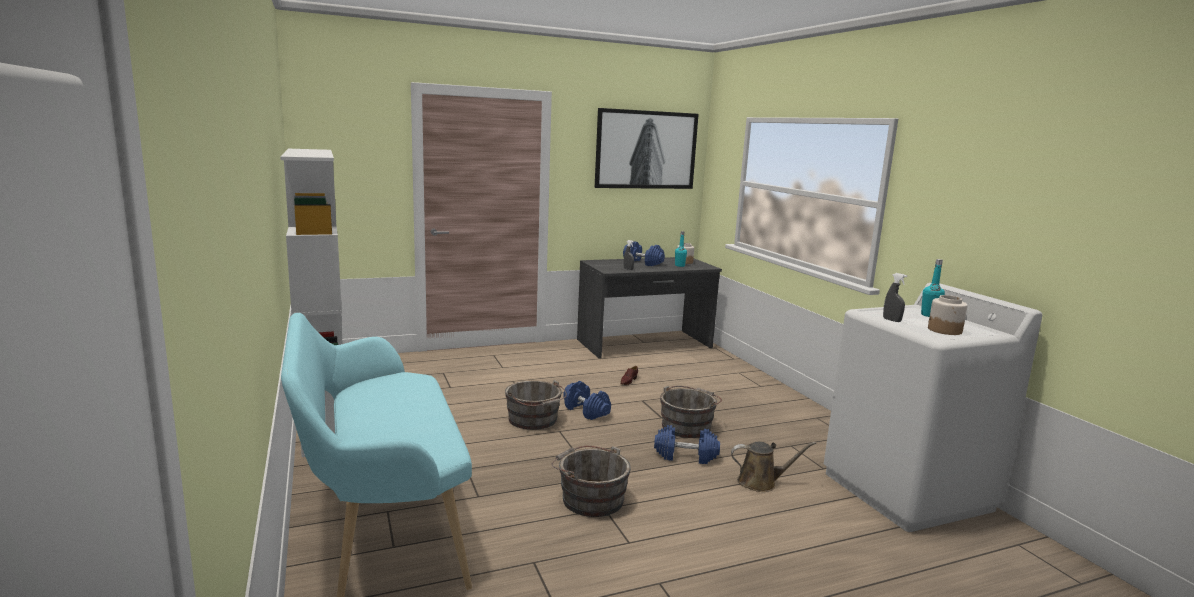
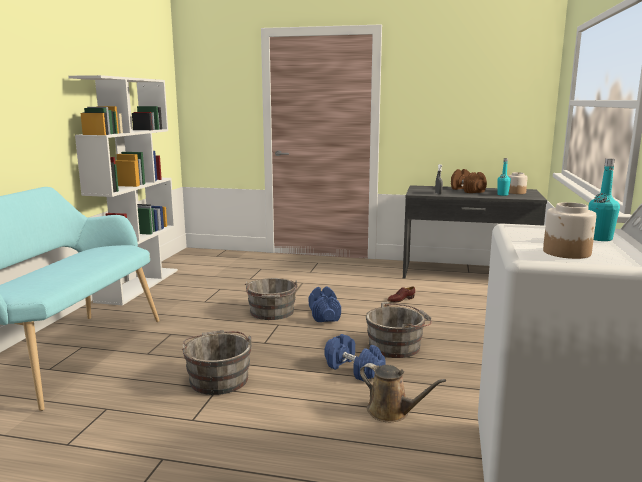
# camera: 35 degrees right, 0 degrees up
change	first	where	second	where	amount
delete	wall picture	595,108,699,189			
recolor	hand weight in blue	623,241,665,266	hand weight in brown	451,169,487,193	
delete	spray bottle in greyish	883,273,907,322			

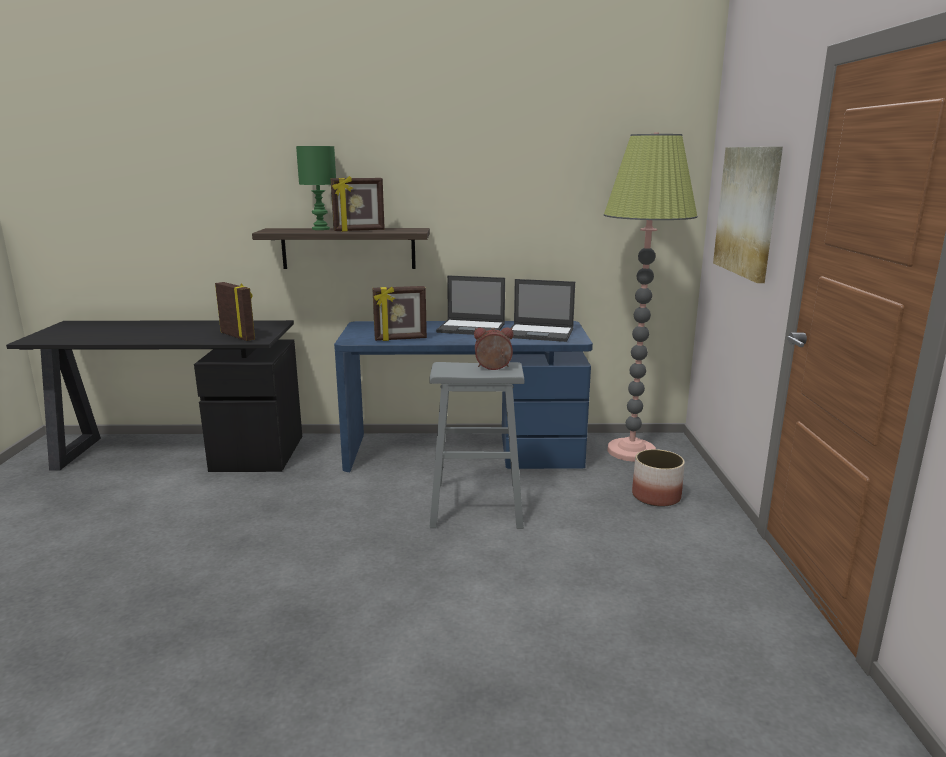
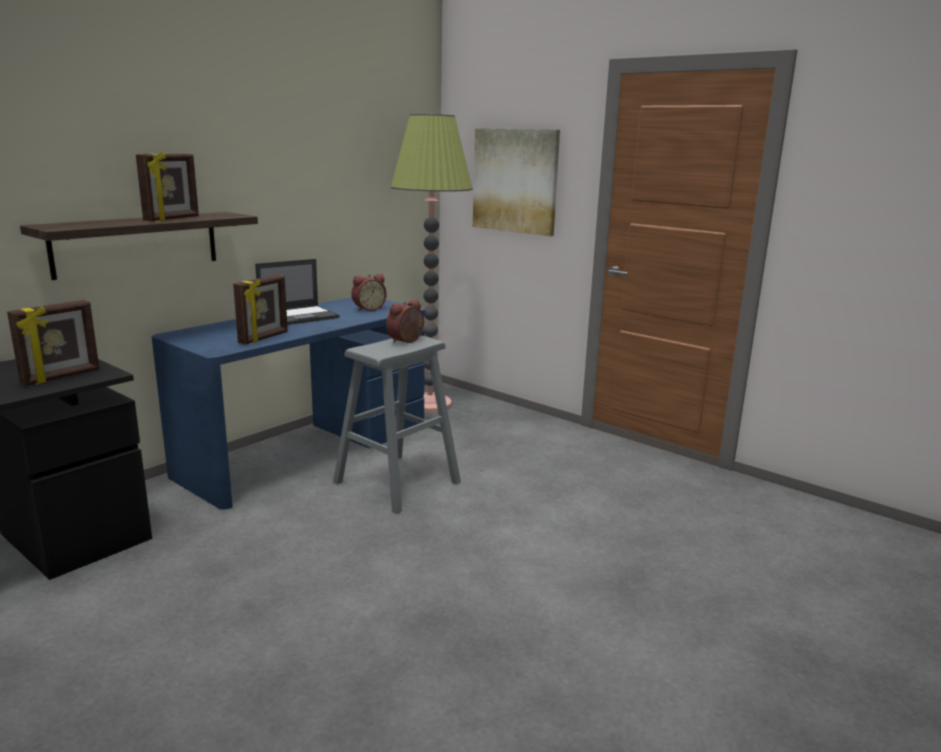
# camera: 50 degrees left, 0 degrees up
change	first	where	second	where	amount
delete	tabletop lamp in greenish	296,146,336,230			
replace	portable computer	511,279,575,342	alarm clock	351,274,387,311	
rotate	picture frame	215,282,255,341		7,300,99,386	135 degrees clockwise
delete	plant pot	632,449,685,507			

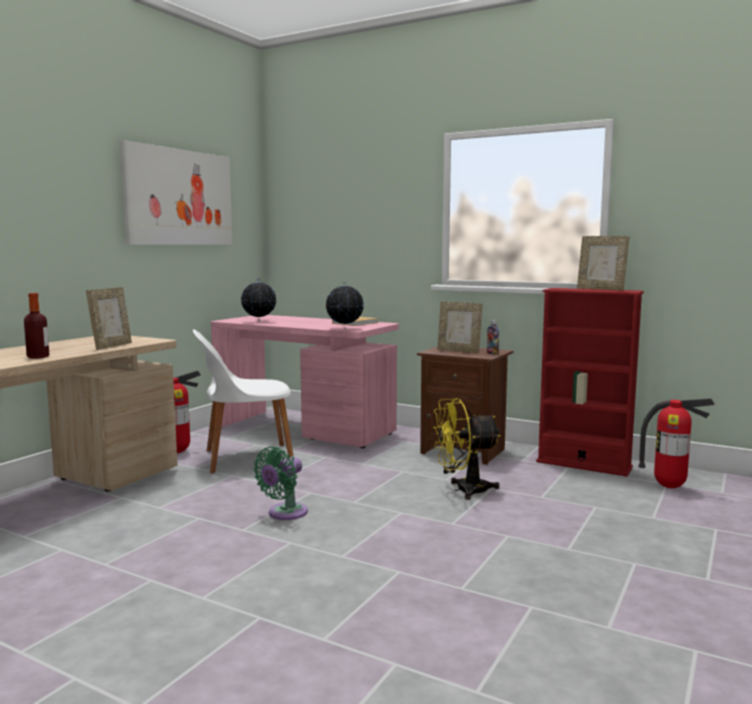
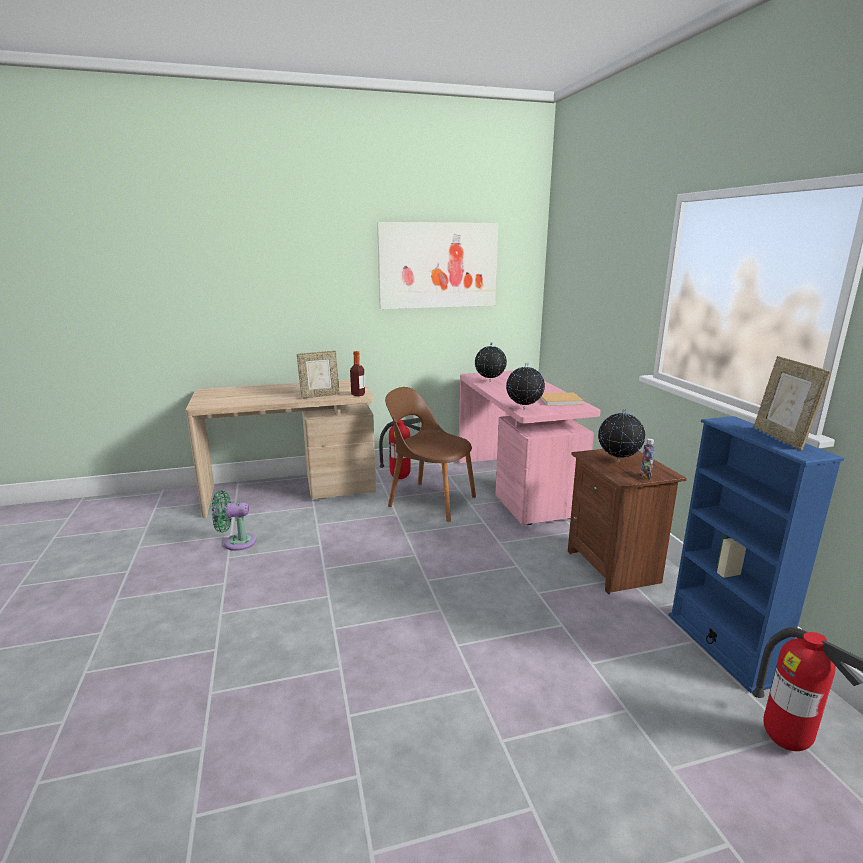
# camera: 45 degrees right, 10 degrees up
change	first	where	second	where	amount
recolor	bookshelf in red	536,288,644,476	bookshelf in blue	668,416,844,693	
move	drink bottle	24,293,49,358		350,351,365,396	
replace	picture frame	437,302,482,353	world globe	598,408,645,462	
recolor	upright chair in white-coloured	193,329,293,473	upright chair in brown	385,387,476,522	
delete	fan in yellow	433,398,501,500			
move	fan in greenish	253,447,308,520		212,490,256,551	

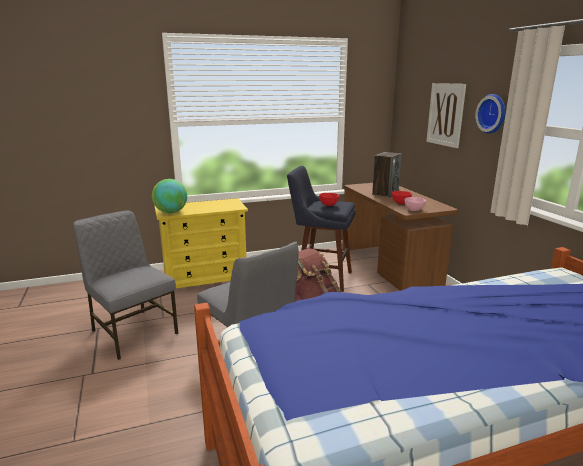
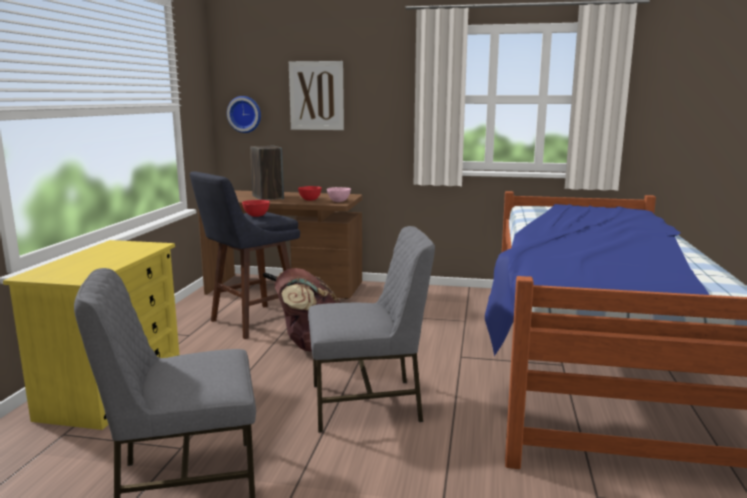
# camera: 60 degrees left, 5 degrees down
change	first	where	second	where	amount
move	wall clock	475,94,506,134		227,96,261,133	
delete	world globe	152,179,187,213			

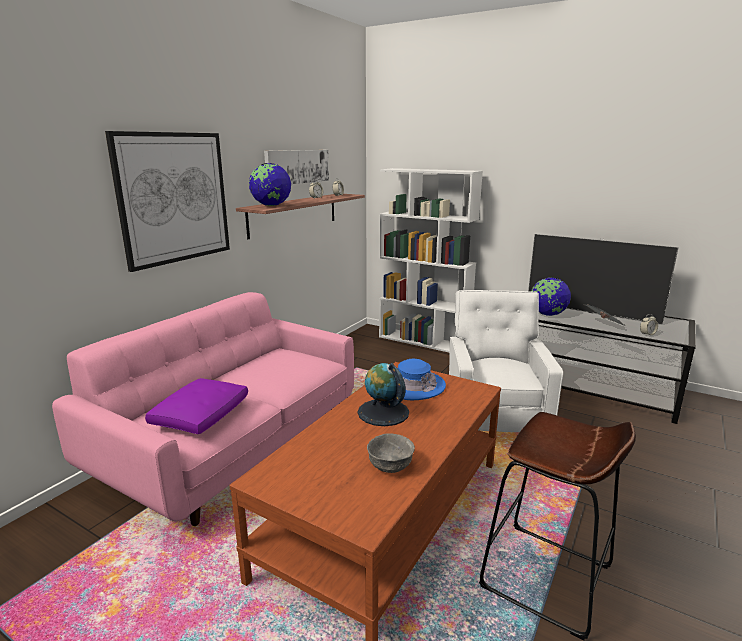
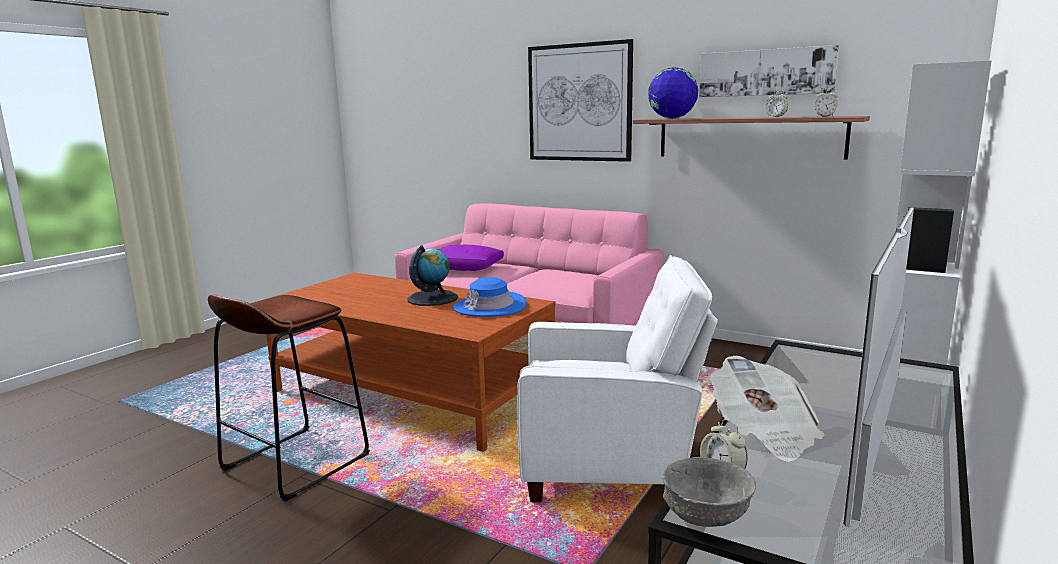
# camera: 90 degrees right, 5 degrees down
change	first	where	second	where	amount
delete	world globe	531,277,571,316			
move	serving bowl in greyish	367,434,415,473		662,457,756,527	

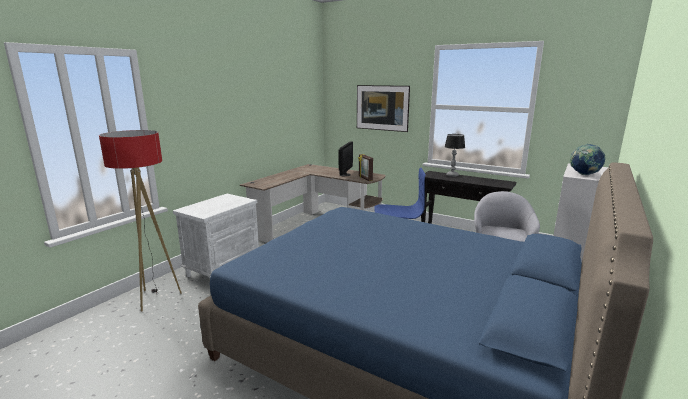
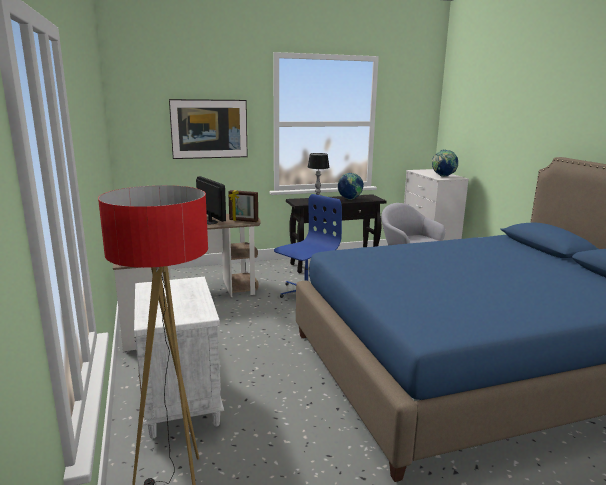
# camera: 50 degrees left, 0 degrees up
change	first	where	second	where	amount
insert			world globe	338,173,364,200	

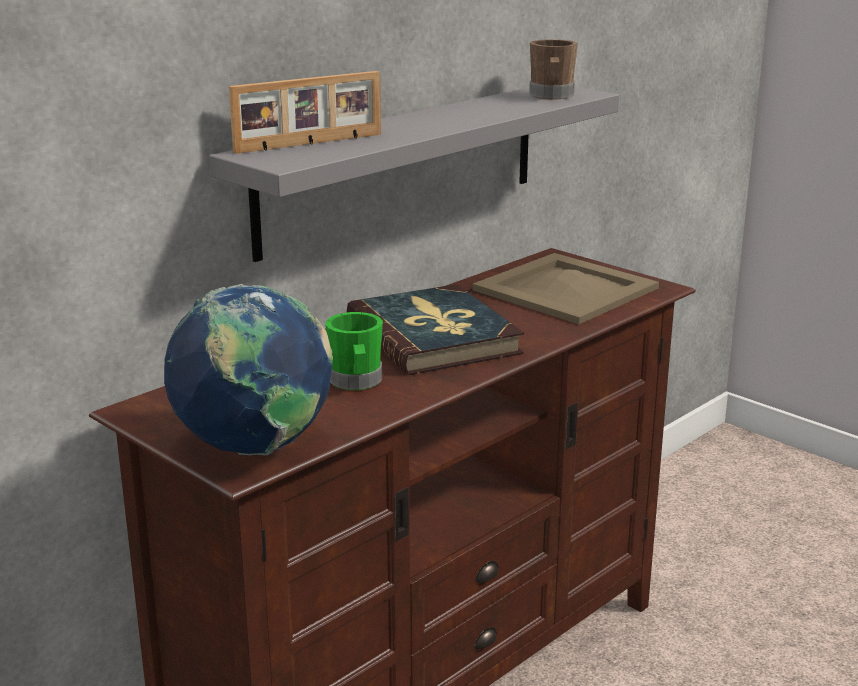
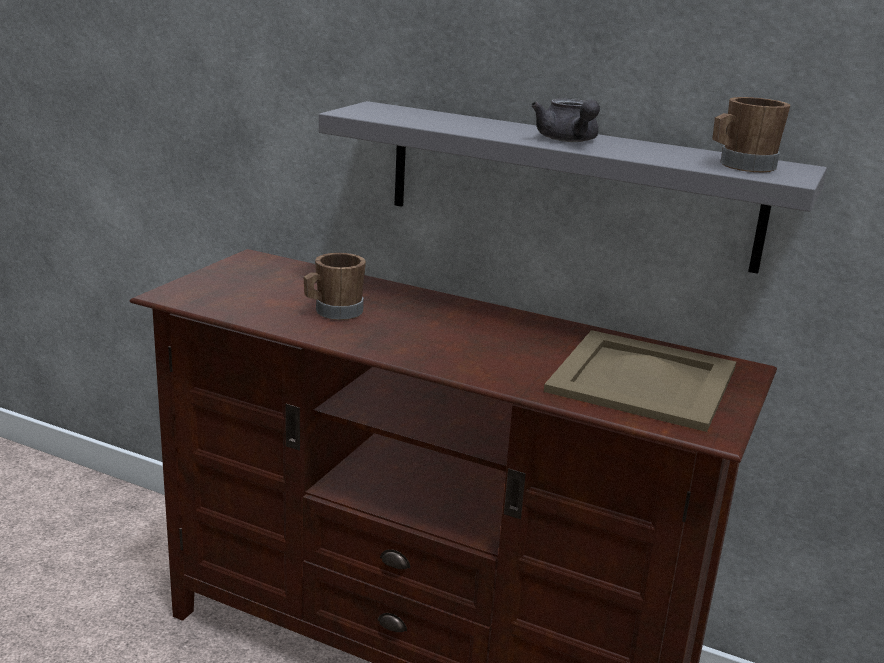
# camera: 70 degrees right, 0 degrees up
change	first	where	second	where	amount
delete	picture frame	229,71,381,154			
delete	world globe	164,284,333,456			
delete	volume	346,284,524,375			
recolor	coffee mug in greenish	325,312,383,390	coffee mug in brown	304,253,366,320	
insert			tea pot in greyish	531,98,600,142	

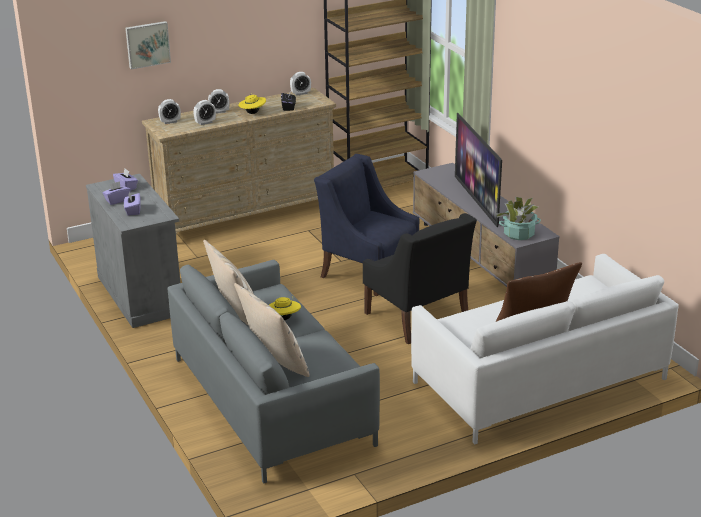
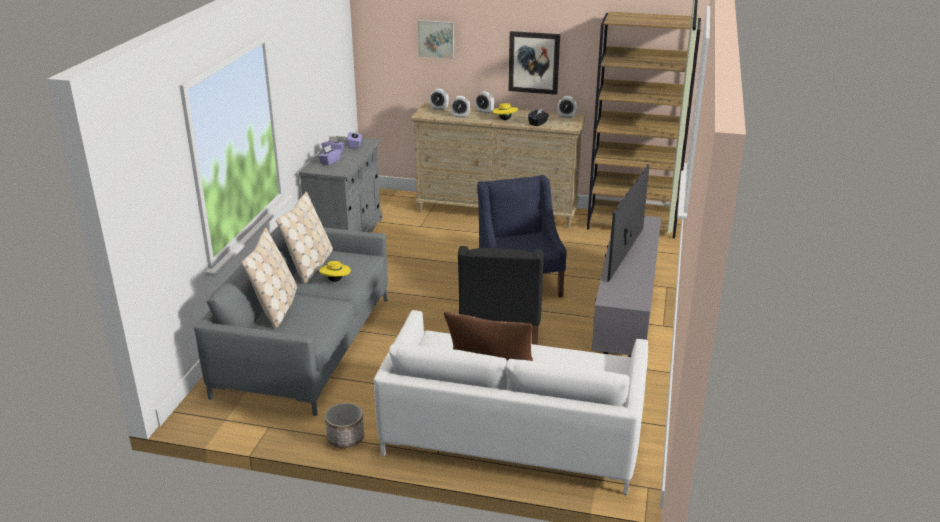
# camera: 40 degrees right, 0 degrees up
change	first	where	second	where	amount
delete	houseplant	496,197,541,240			
insert			wall picture	508,31,560,95	
insert			plant pot	325,403,364,448	

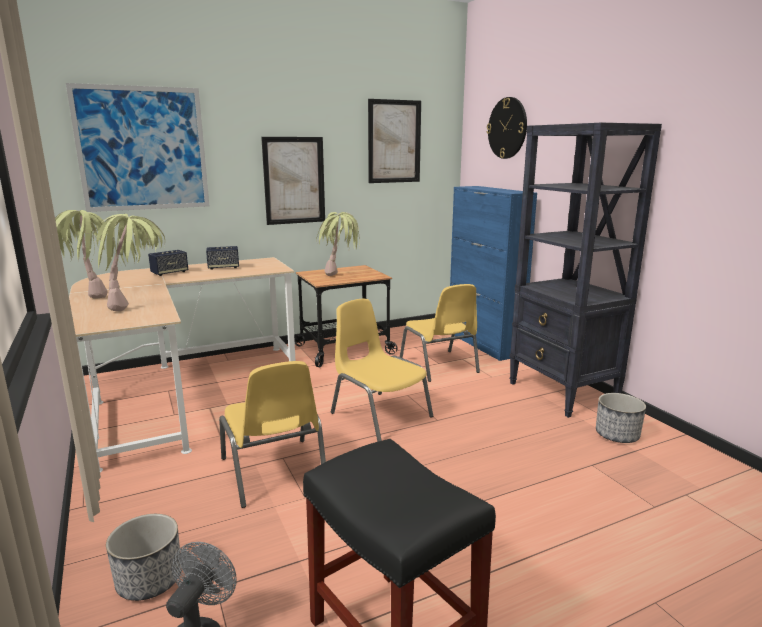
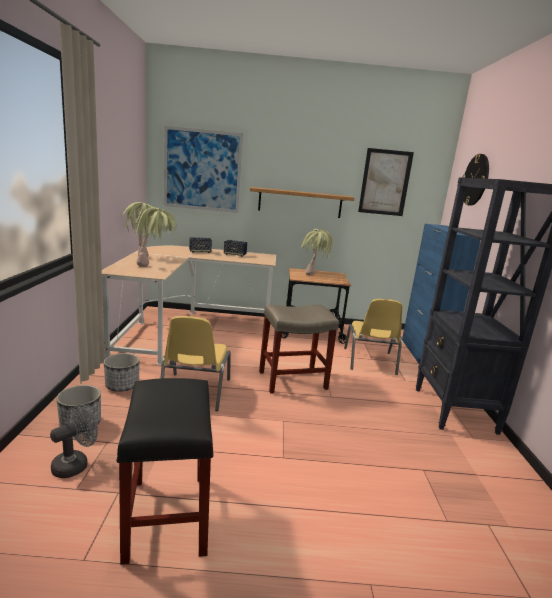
# camera: 25 degrees right, 0 degrees up
change	first	where	second	where	amount
replace	wall picture	261,137,325,225	shelf	250,187,354,218	
replace	upright chair in yellow	331,299,433,442	stool seat in beige	259,305,339,394	
move	plant pot	596,393,646,443		104,353,140,392	

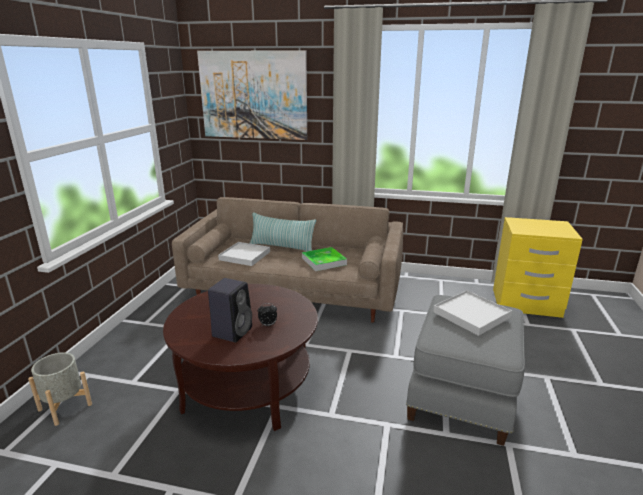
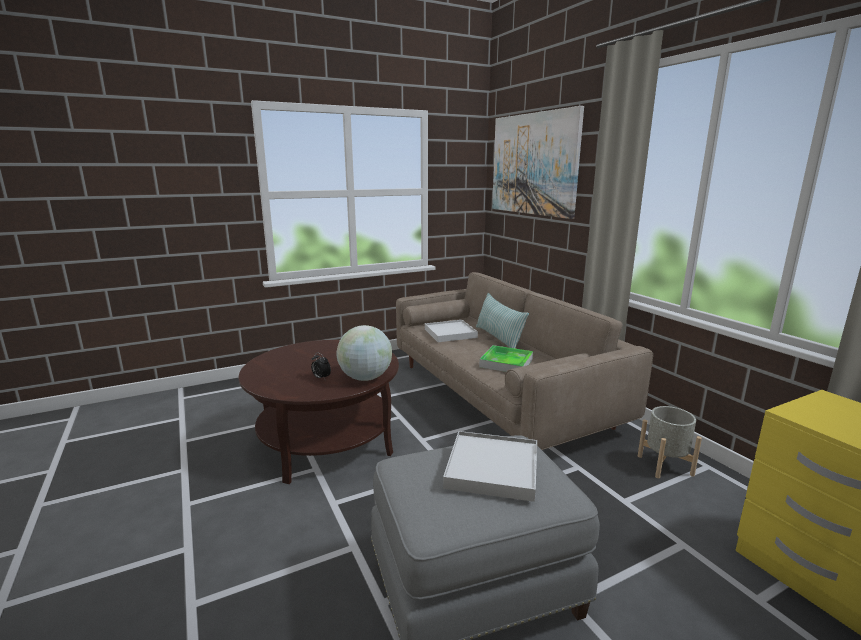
# camera: 50 degrees right, 5 degrees down
change	first	where	second	where	amount
delete	audio speaker in blackish	208,278,252,342			
move	plant pot in greyish	28,352,92,426		638,406,702,478	
insert			world globe	337,325,392,381	

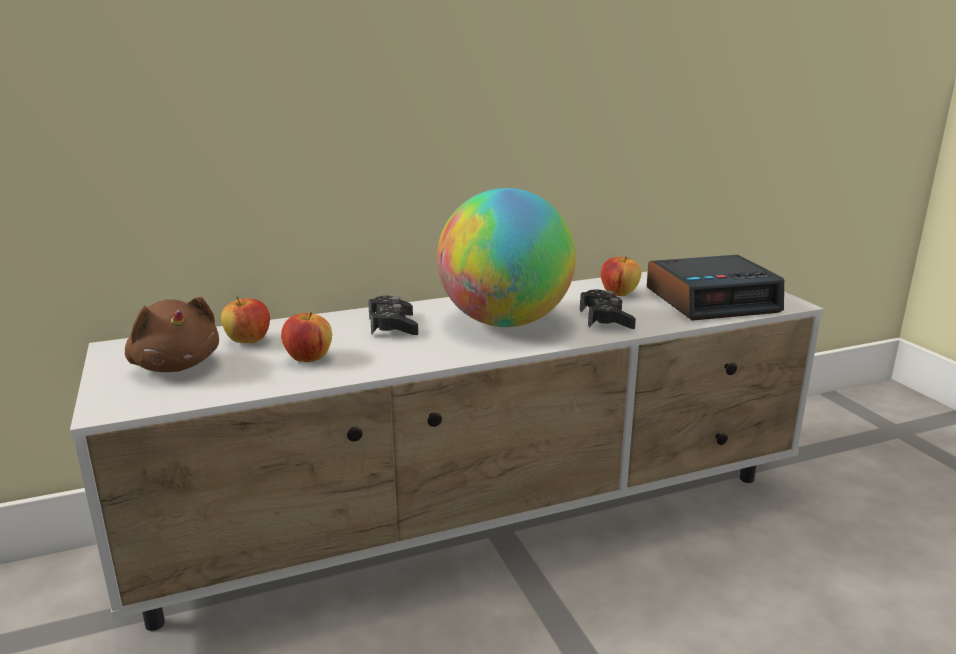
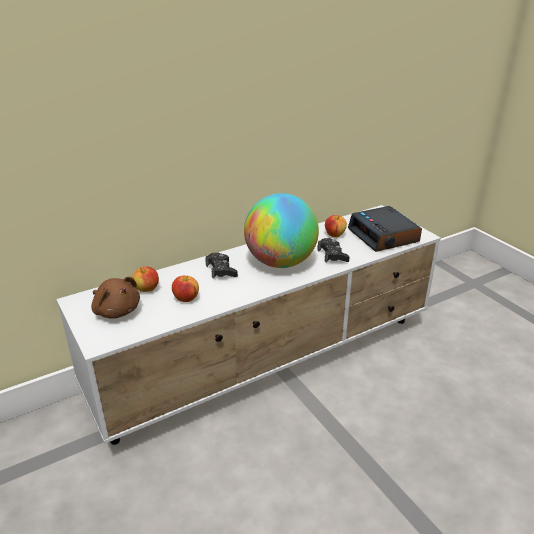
# camera: 10 degrees left, 10 degrees up
change	first	where	second	where	amount
rotate	alarm clock	647,255,784,321		348,206,422,252	90 degrees clockwise

